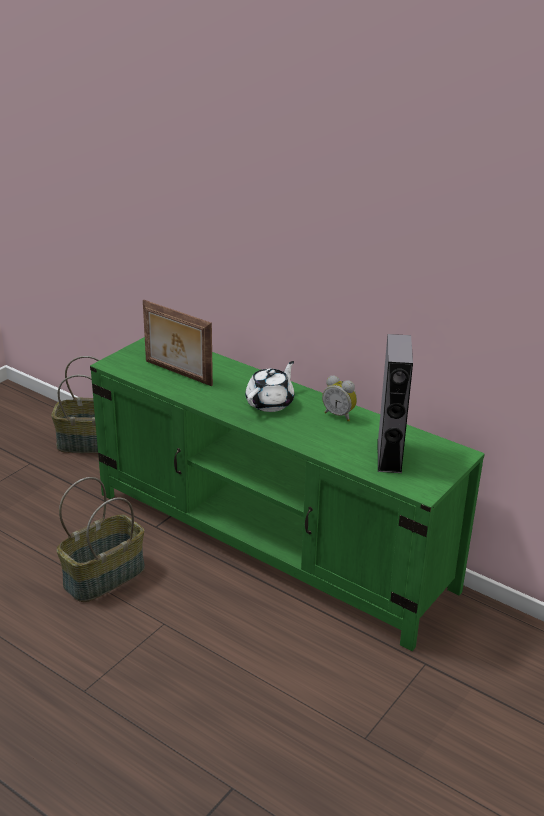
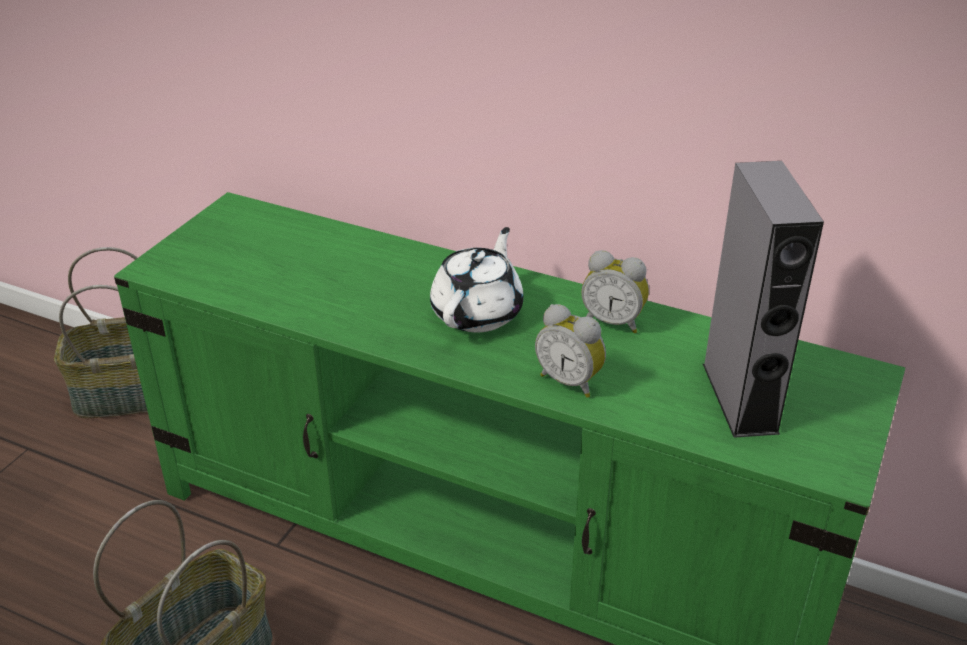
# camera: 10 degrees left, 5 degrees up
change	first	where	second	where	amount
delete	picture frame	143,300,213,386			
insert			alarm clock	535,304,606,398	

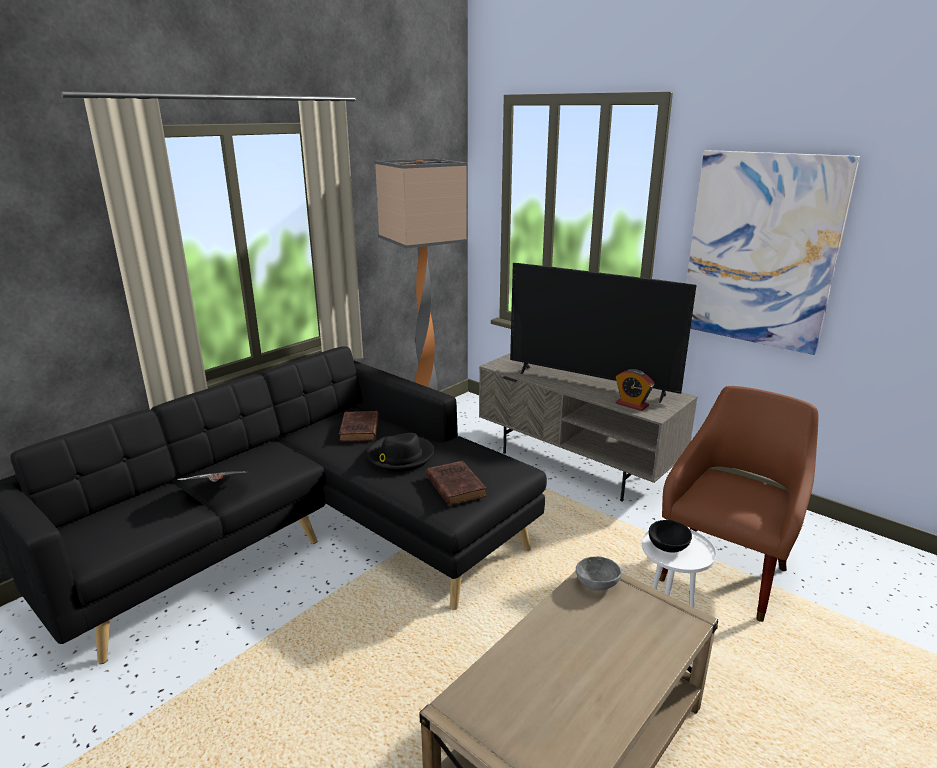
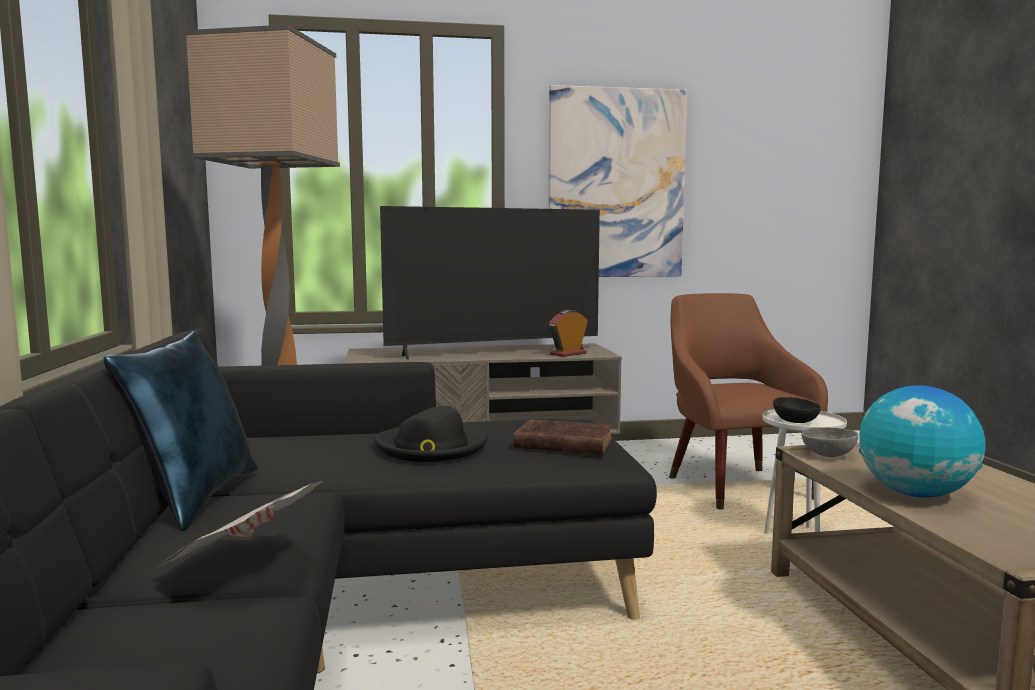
# camera: 50 degrees left, 15 degrees down
change	first	where	second	where	amount
rotate	alarm clock	616,369,654,411		549,310,588,357	150 degrees clockwise
delete	volume in brown	339,411,379,442			
insert			throw pillow in blue	104,331,258,531	
insert			world globe	859,385,985,498	

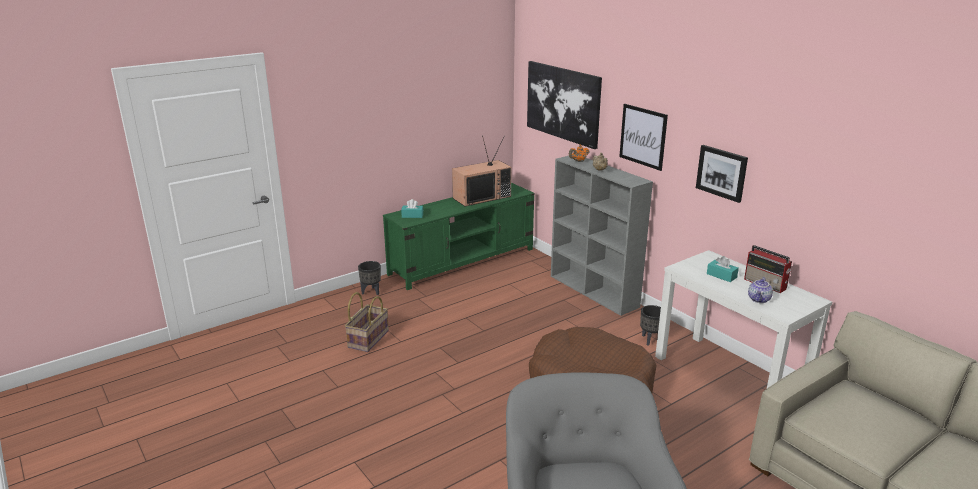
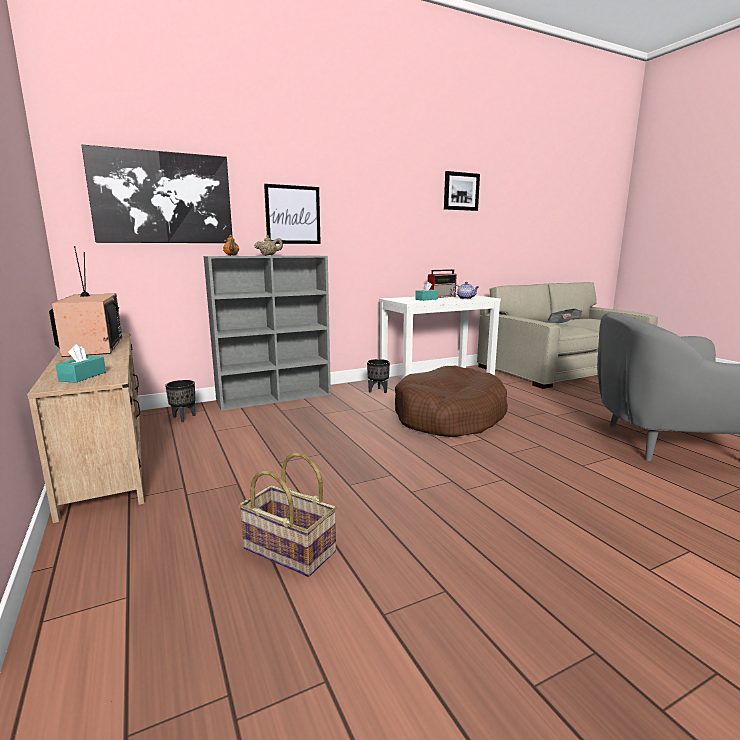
# camera: 80 degrees left, 10 degrees down
change	first	where	second	where	amount
move	wall picture	696,145,748,203		444,171,480,211	
recolor	media console in greenish	383,183,534,290	media console in beige	27,333,144,523	
move	plant pot in blackish	358,261,381,295		165,380,196,422	
insert			printed paper	547,309,582,323	

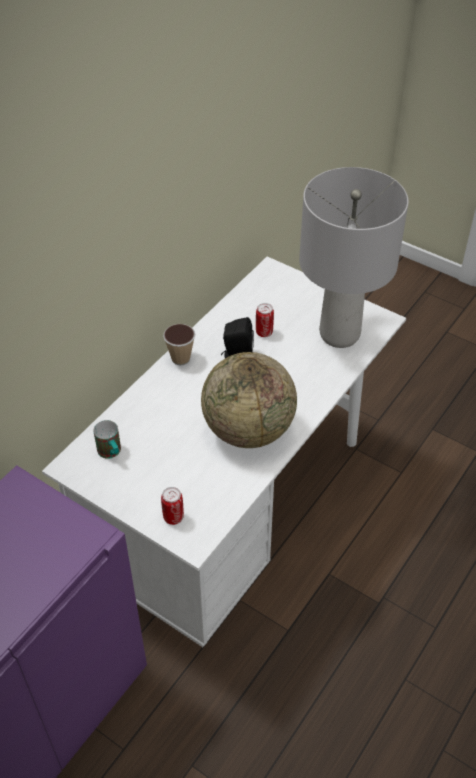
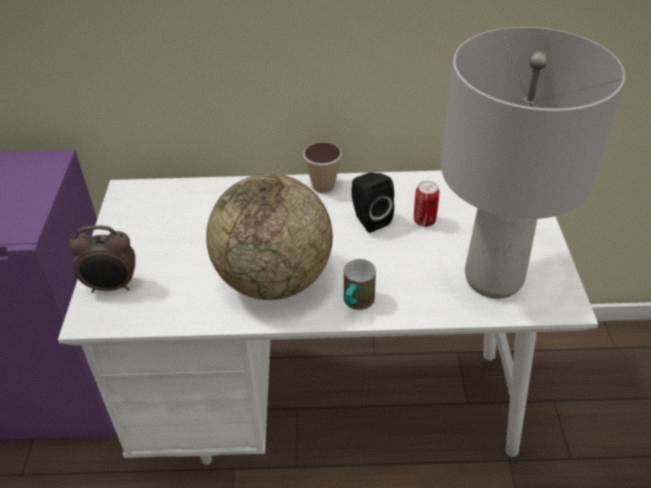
# camera: 55 degrees right, 5 degrees down
change	first	where	second	where	amount
move	coffee mug	94,420,121,459		344,259,376,310	
replace	metal can	161,487,184,525	alarm clock	69,225,135,293	

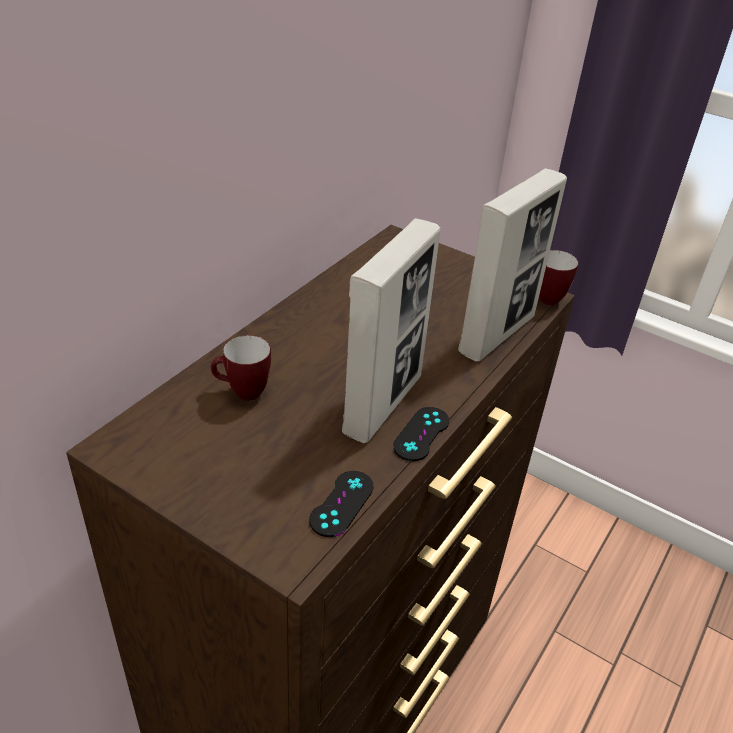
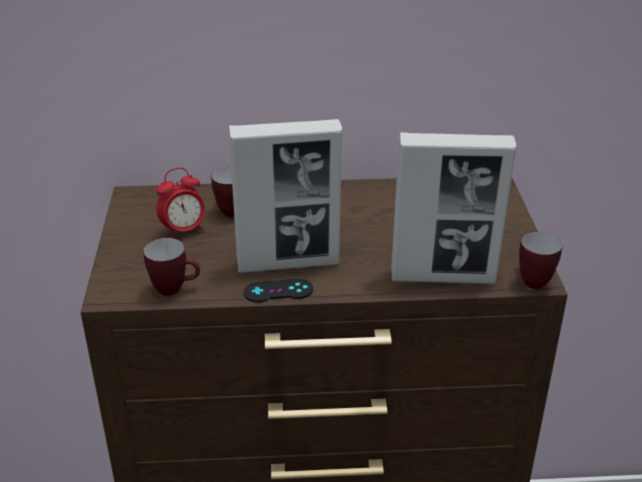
# camera: 55 degrees right, 5 degrees down
change	first	where	second	where	amount
replace	gamepad in blackish	309,471,374,537	coffee mug	143,238,200,296	
insert			alarm clock	156,168,205,238	

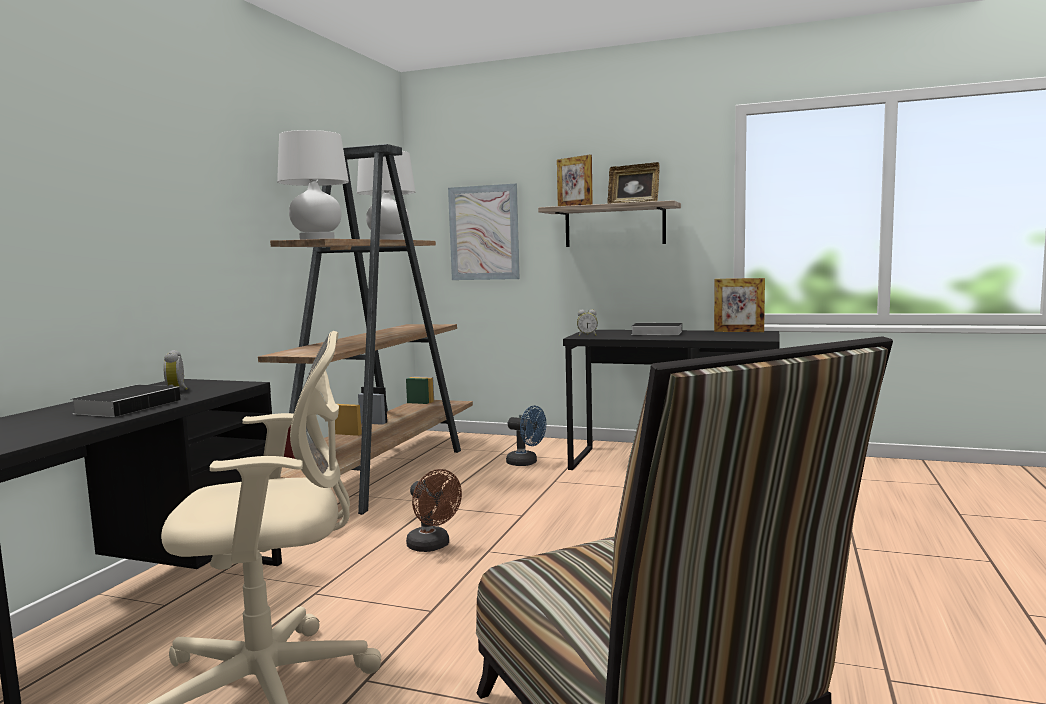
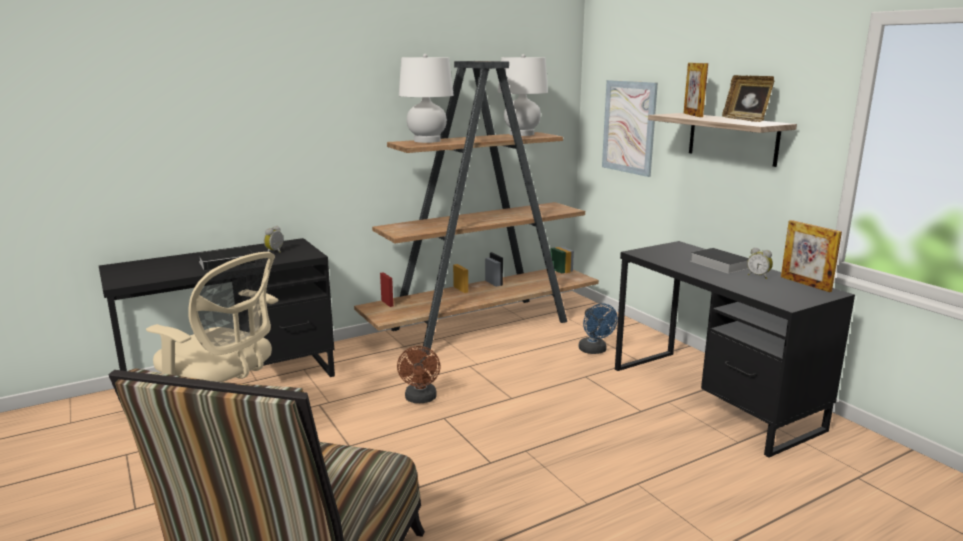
# camera: 40 degrees right, 10 degrees up
change	first	where	second	where	amount
move	alarm clock	577,309,598,336		747,248,773,279	

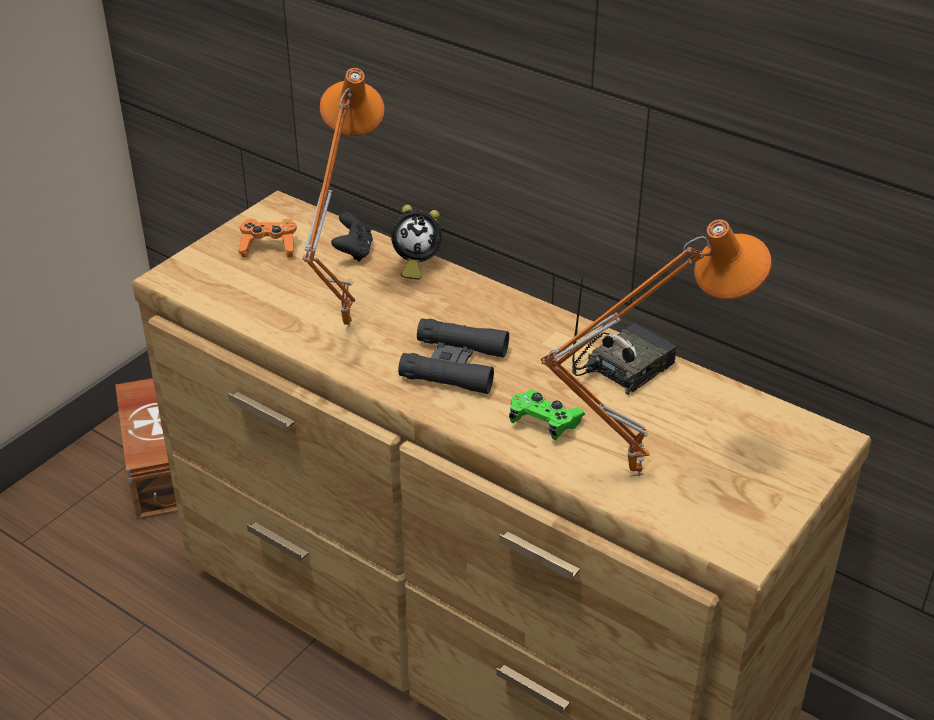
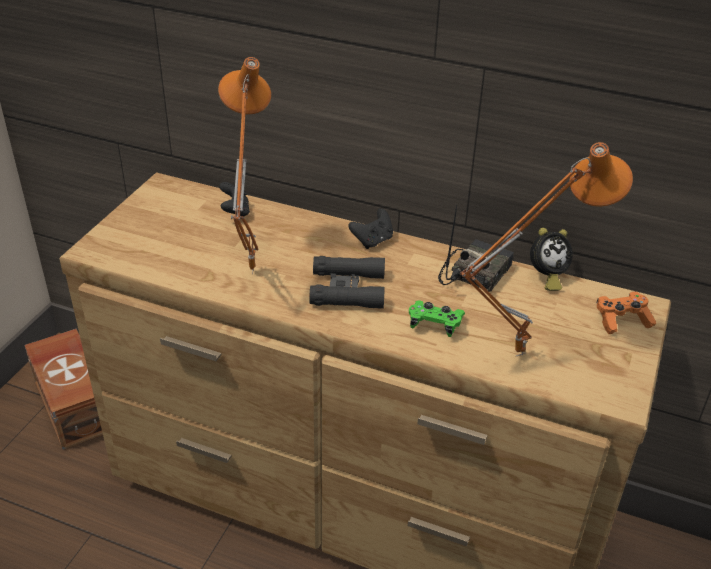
# camera: 15 degrees left, 0 degrees up
change	first	where	second	where	amount
move	alarm clock	391,204,442,280		530,228,573,291	
move	gamepad in orangey	238,219,297,257		597,292,656,334	
insert			gamepad in blackish	348,208,393,249	

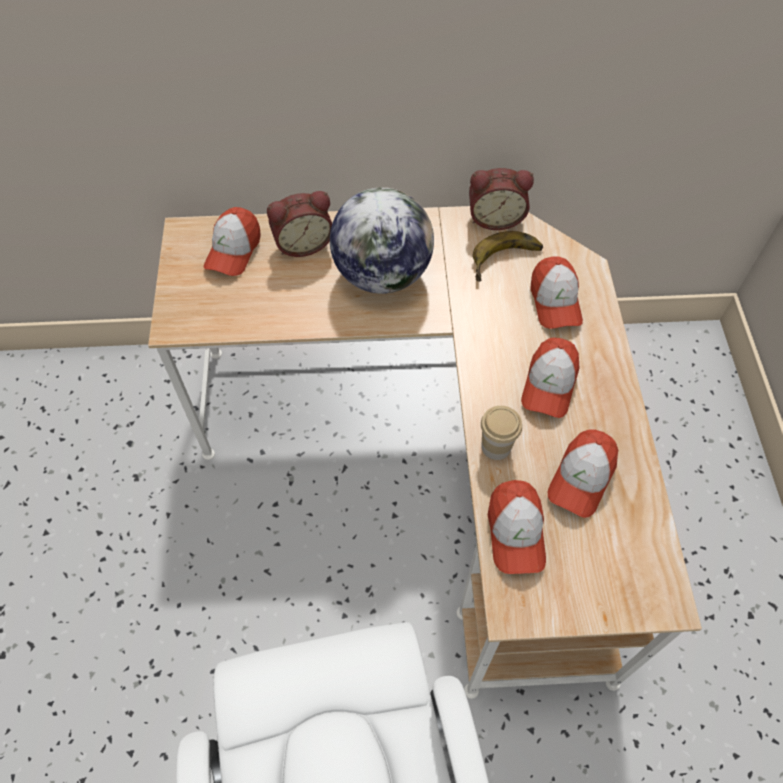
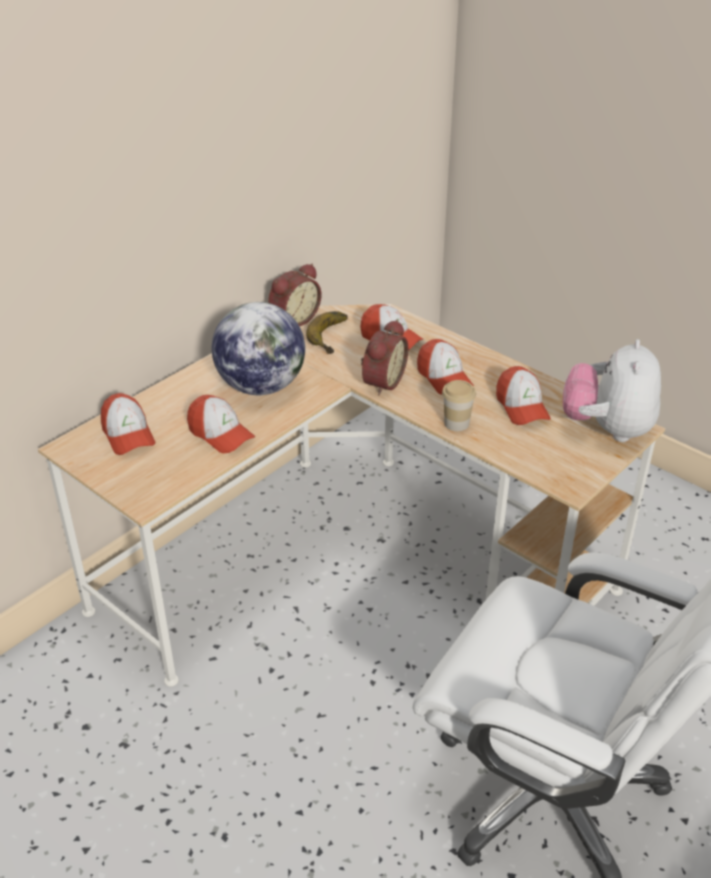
# camera: 45 degrees left, 20 degrees down
change	first	where	second	where	amount
move	alarm clock	267,191,332,257		361,319,408,395	
move	baseball cap	488,480,546,574		187,395,255,453	
insert			cuddly toy	563,339,661,442	

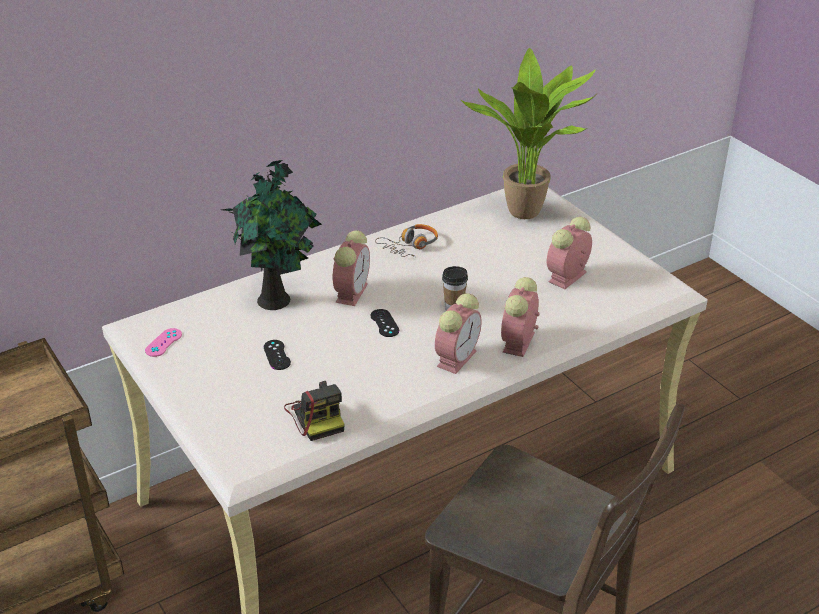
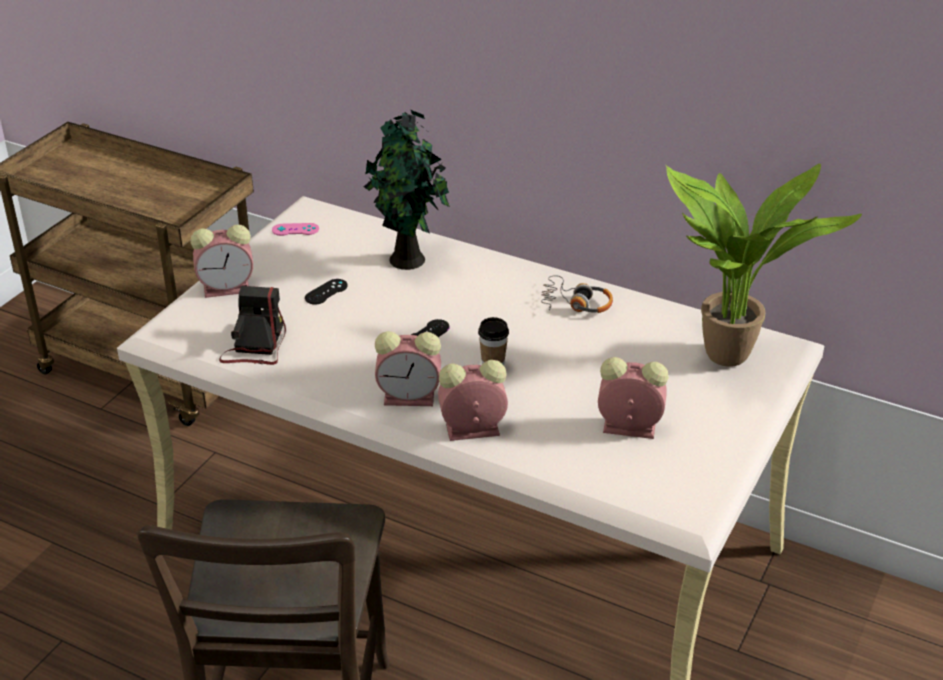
# camera: 60 degrees right, 0 degrees up
change	first	where	second	where	amount
move	alarm clock	333,230,370,306		190,225,253,298	
rotate	photo camera	284,381,345,441		219,286,286,365	150 degrees clockwise

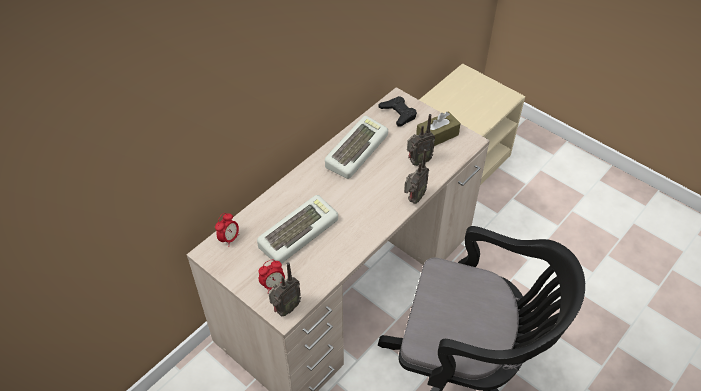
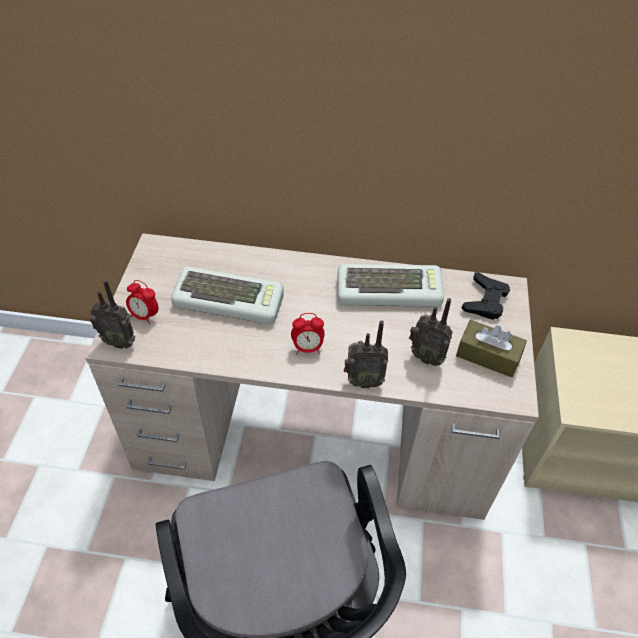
# camera: 55 degrees right, 0 degrees up
change	first	where	second	where	amount
move	alarm clock	215,213,239,247		291,313,325,354	

